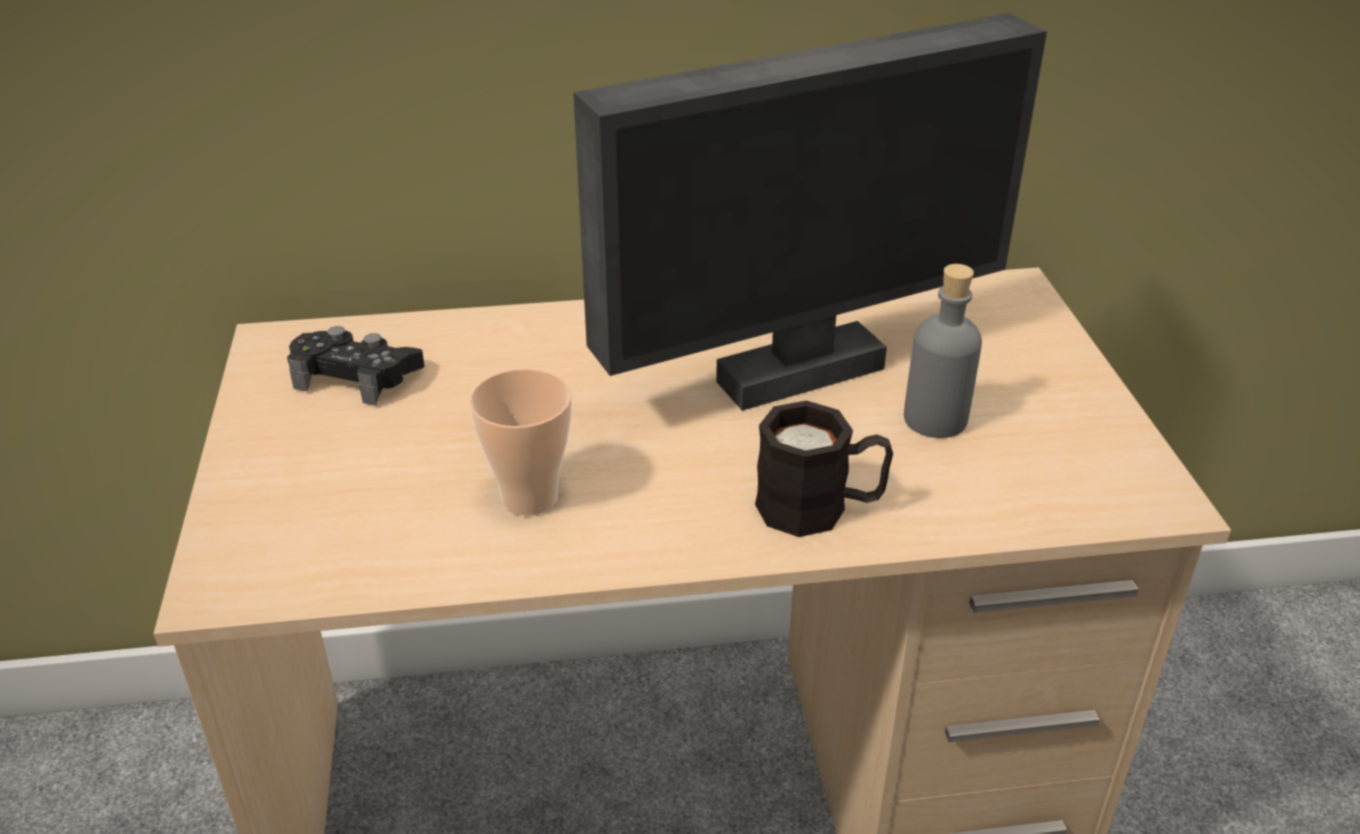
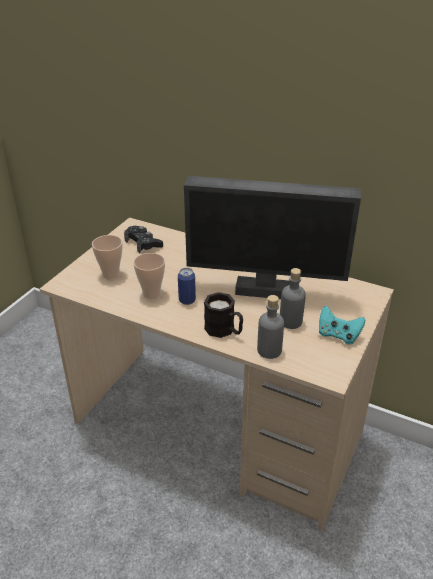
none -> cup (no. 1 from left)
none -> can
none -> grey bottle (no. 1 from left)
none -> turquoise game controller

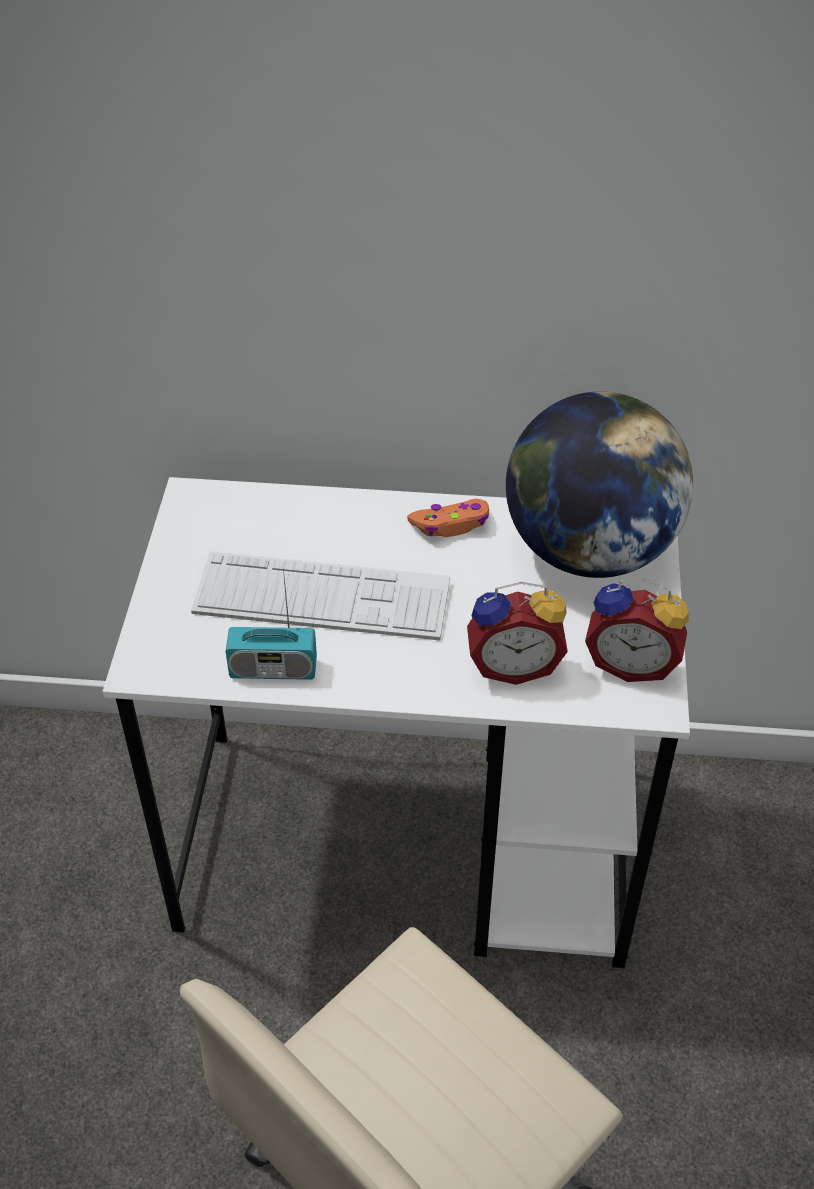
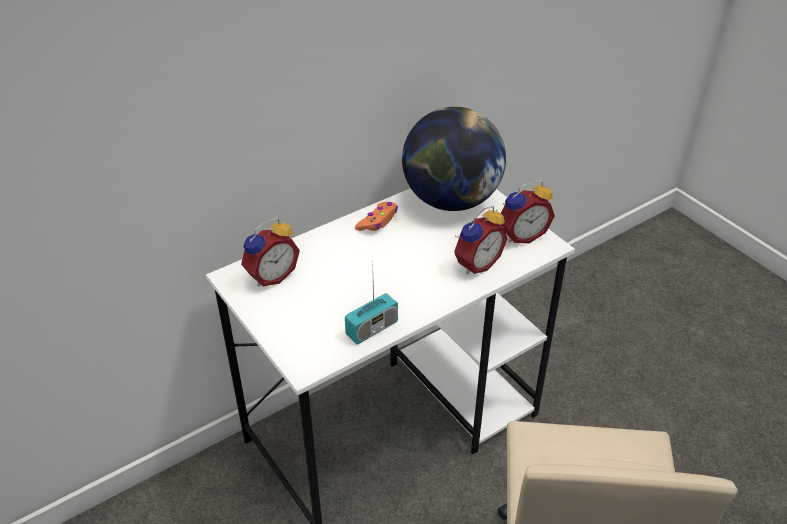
keyboard -> none
none -> alarm clock (no. 1 from left)

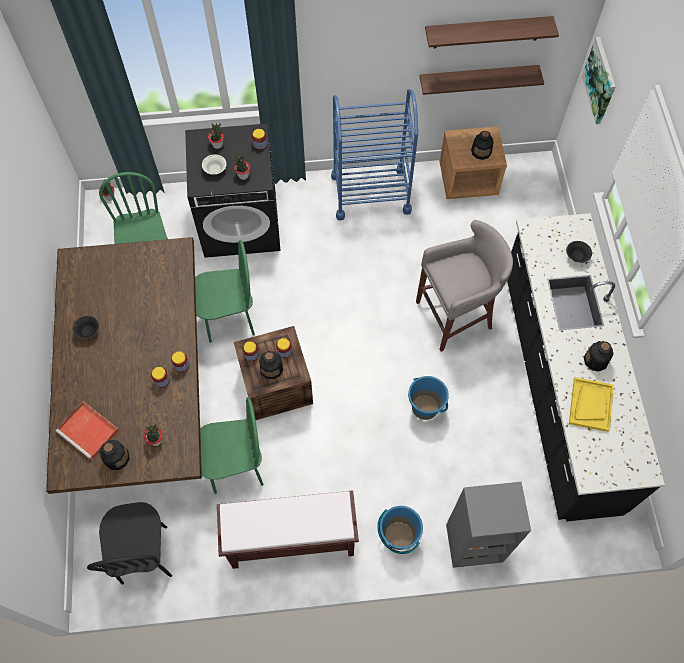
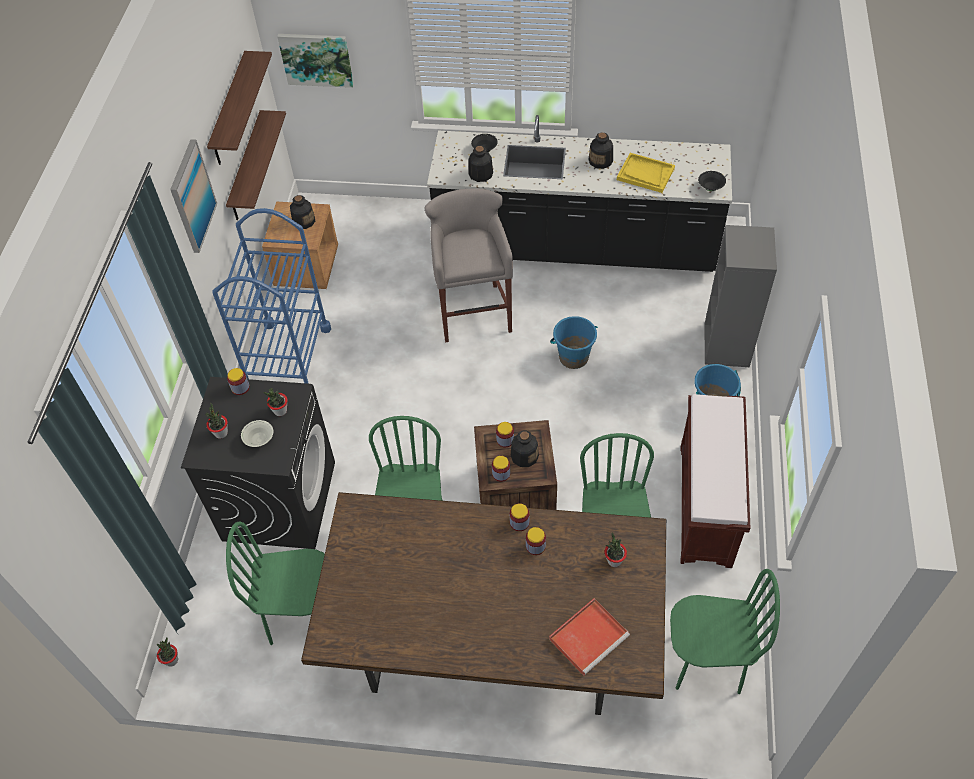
black bowl (no. 1 from left in the first image) -> black bowl (no. 2 from left), relocated
black chair -> green chair (no. 4 from left)
bottle (no. 1 from left in the first image) -> bottle (no. 2 from left), relocated
none -> picture (no. 1 from left)

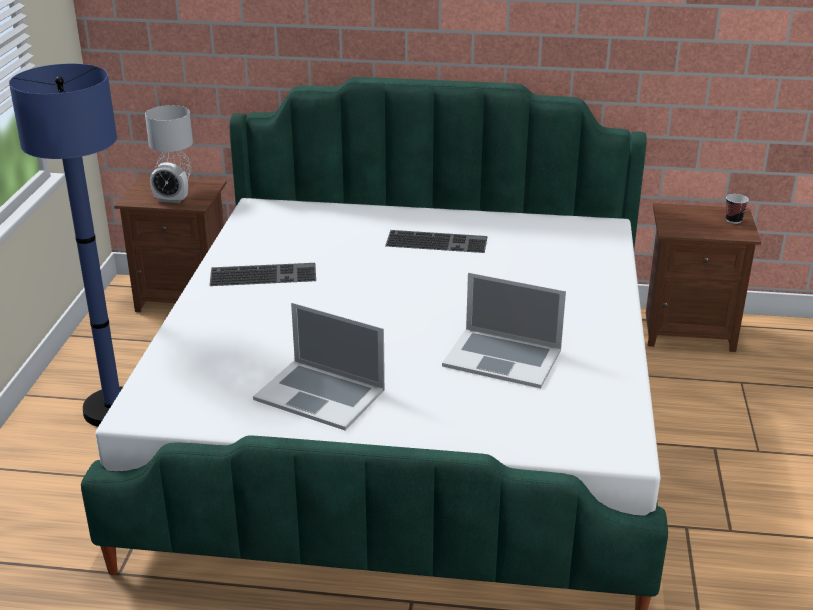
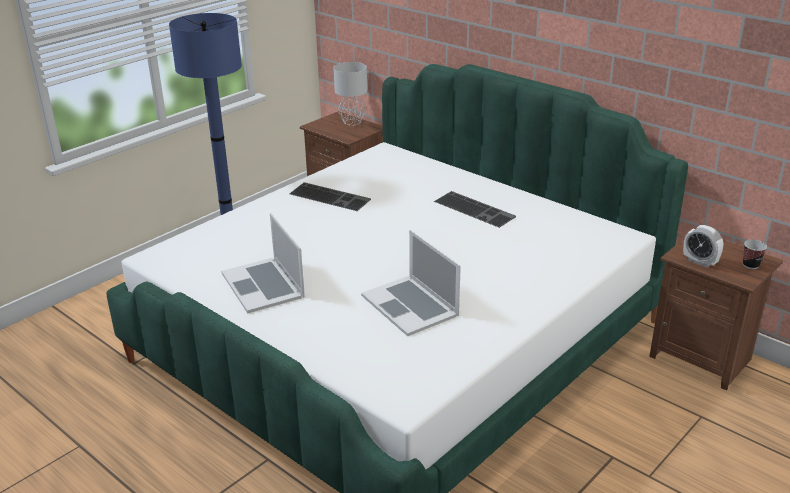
alarm clock, relocated

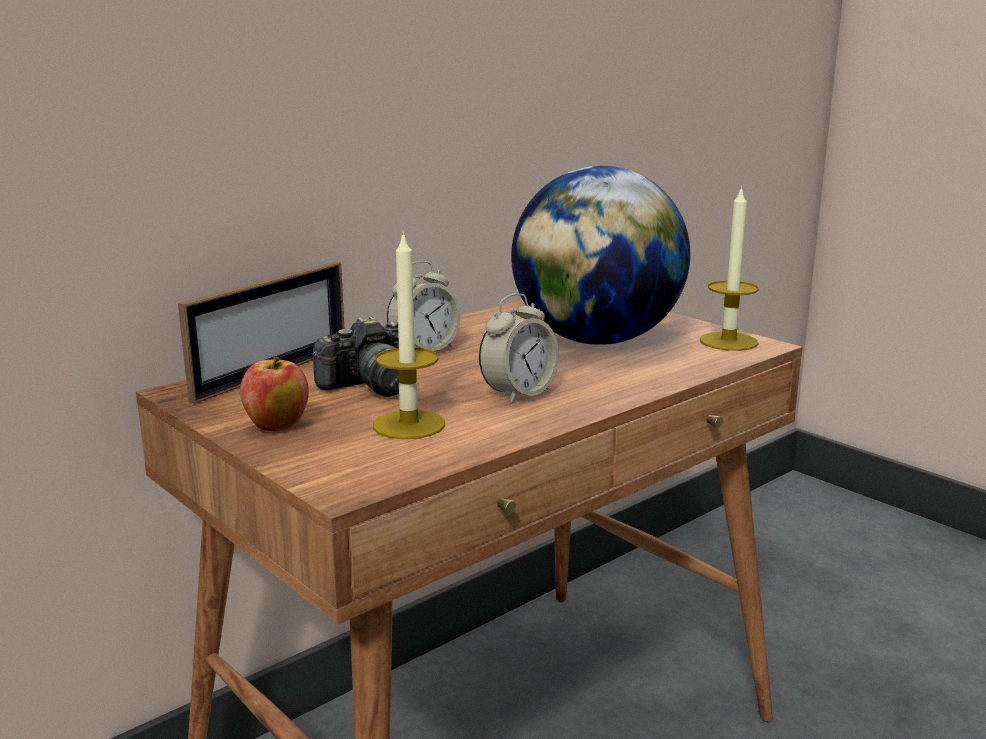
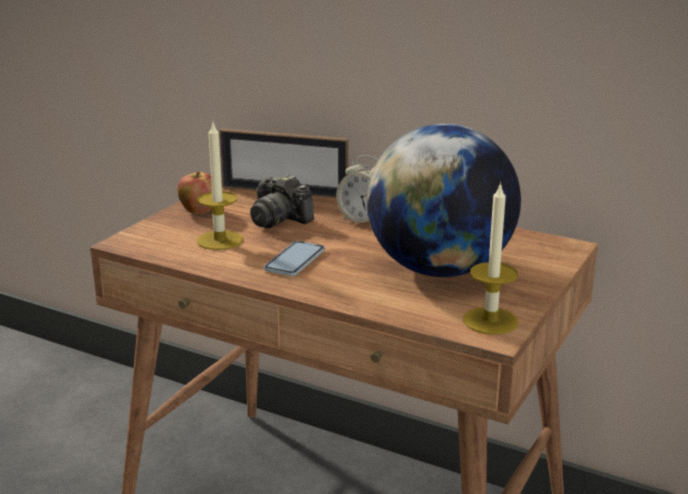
alarm clock (no. 2 from left) -> phone

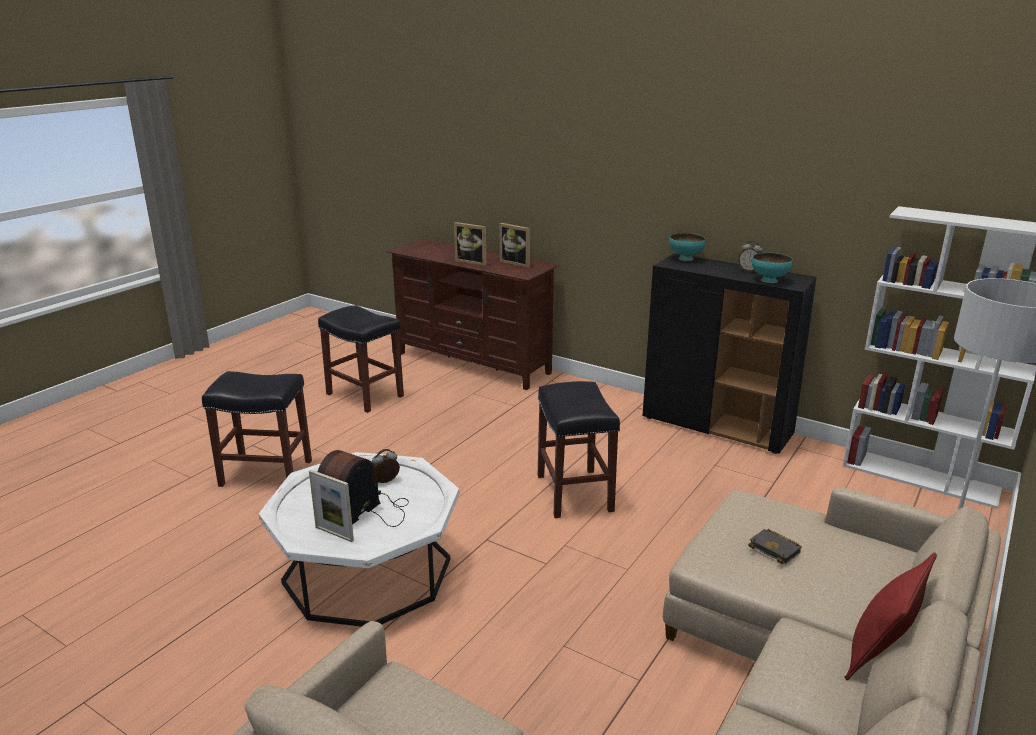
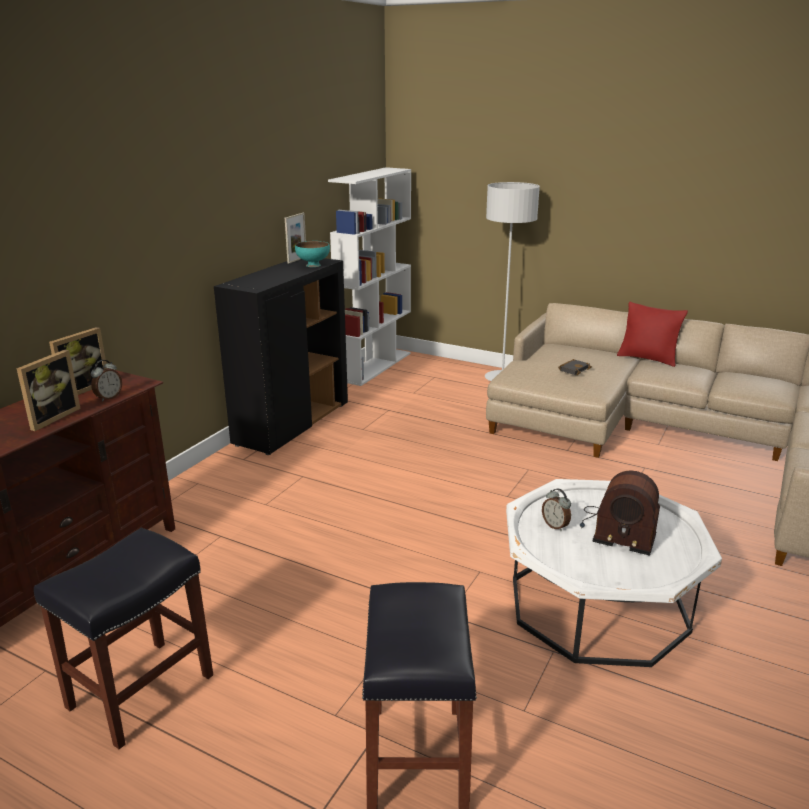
picture frame (no. 1 from left in the first image) -> picture frame (no. 3 from left), relocated
black stool (no. 3 from left) -> none
turquoise bowl (no. 1 from left) -> none
alarm clock (no. 2 from left in the first image) -> alarm clock (no. 1 from left), relocated

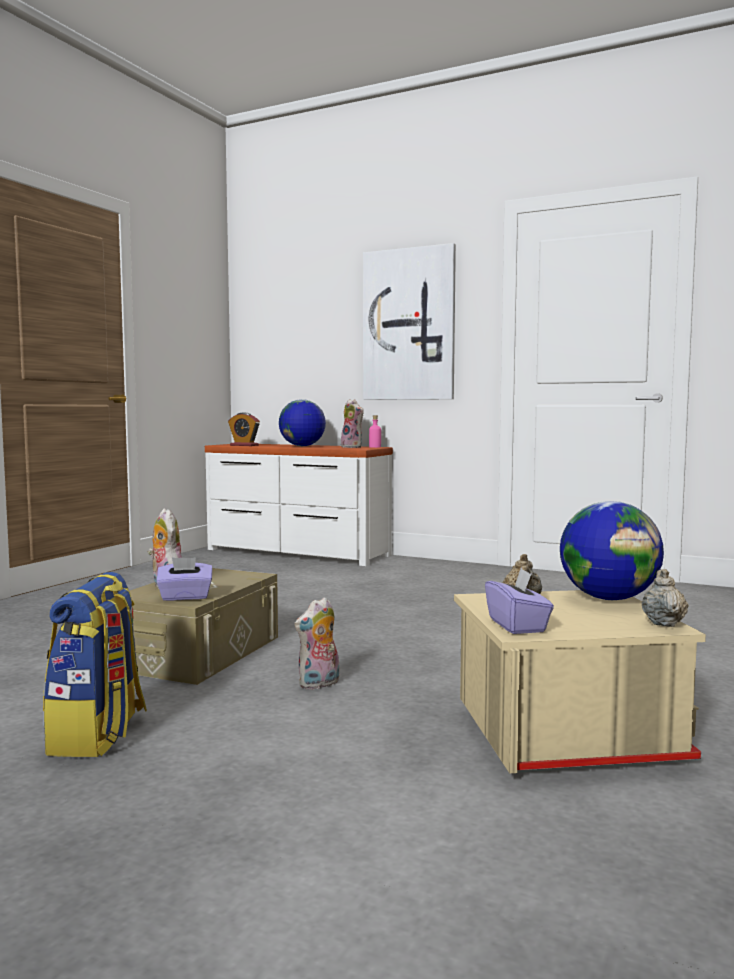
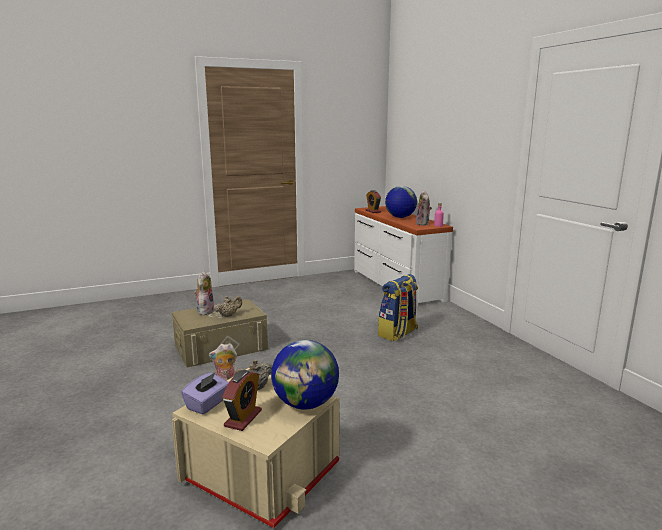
backpack, relocated
purple tissue box (no. 1 from left) -> none
picture -> none
beige teapot (no. 2 from left in the first image) -> beige teapot (no. 1 from left), relocated
none -> alarm clock (no. 1 from left)

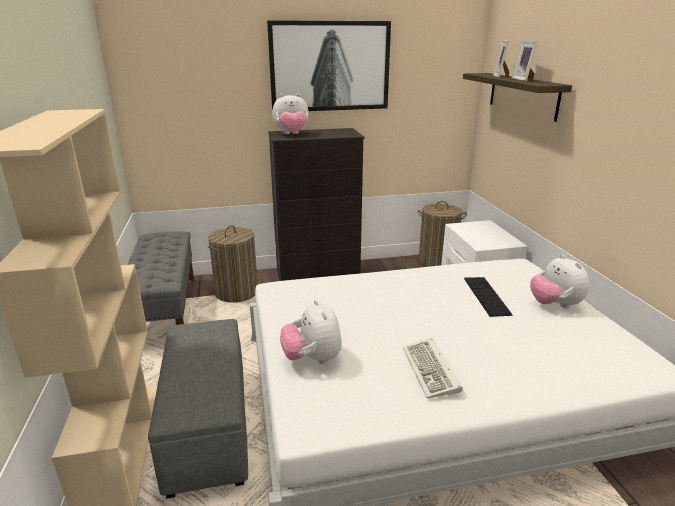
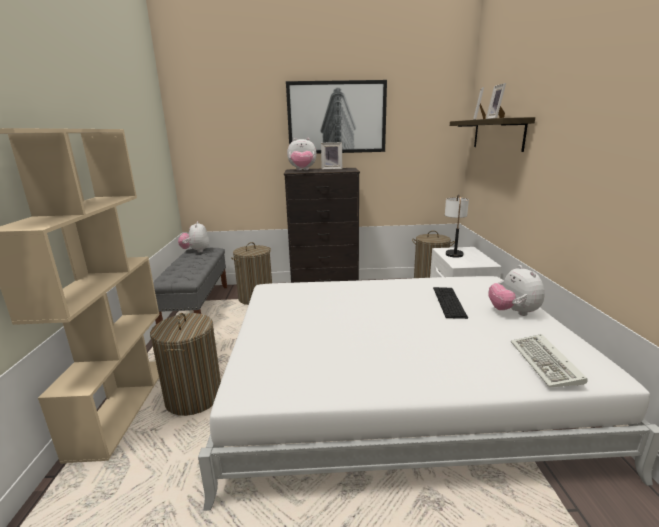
grey ottoman -> laundry basket (no. 1 from left)
plush toy (no. 2 from left in the first image) -> plush toy (no. 1 from left), relocated
keyboard (no. 1 from left in the first image) -> keyboard (no. 2 from left), relocated
none -> picture frame (no. 1 from left)
none -> table lamp

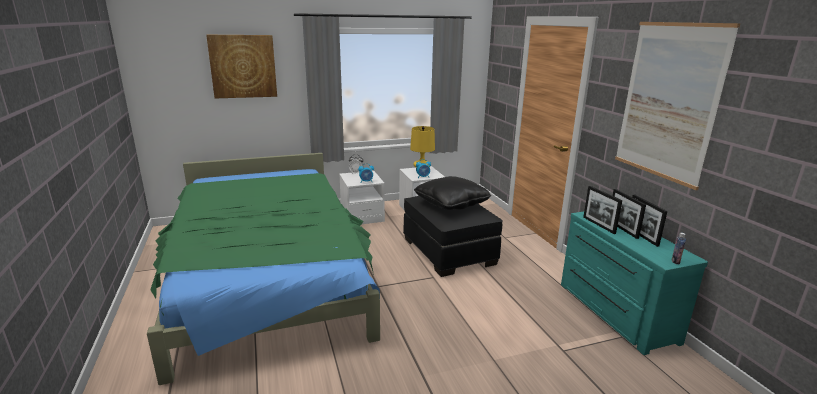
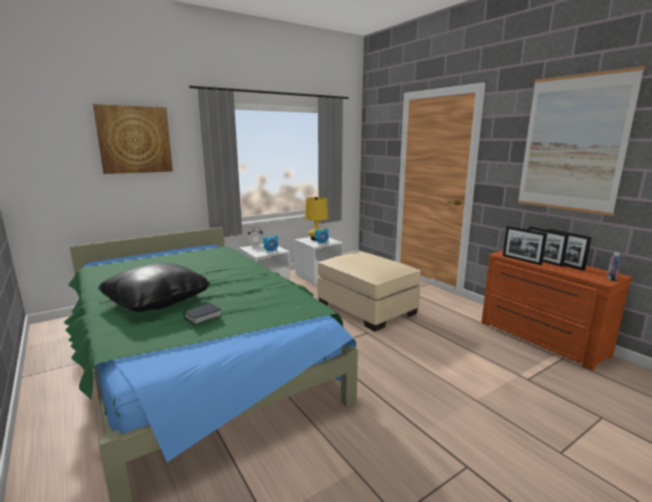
black ottoman -> beige ottoman
black pillow, relocated
turquoise dresser -> brown dresser
none -> book

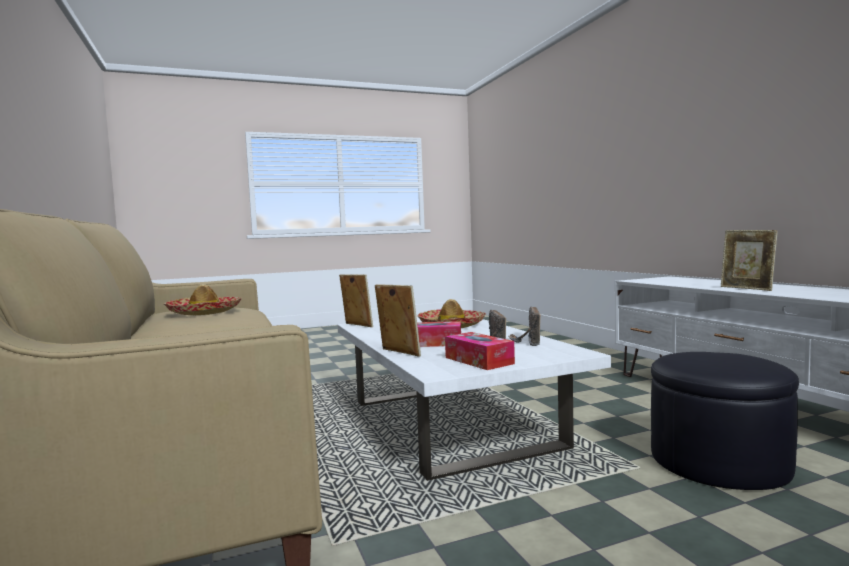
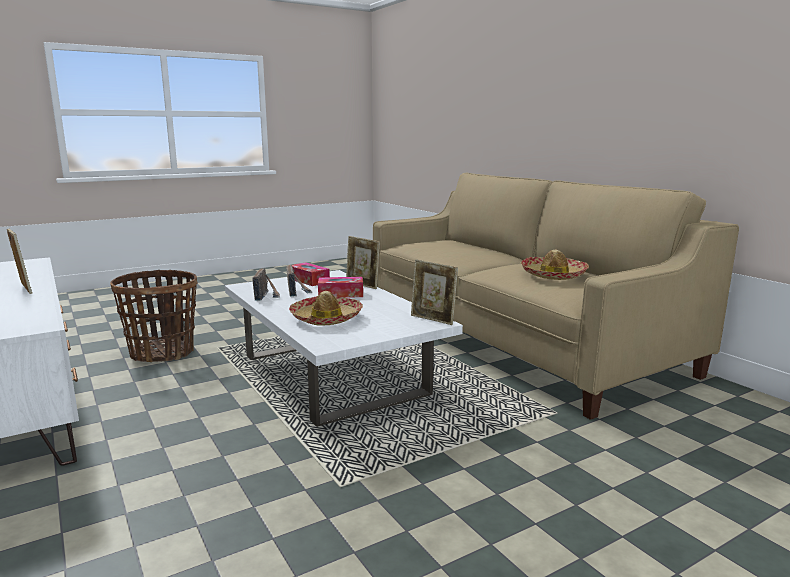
black ottoman -> basket

